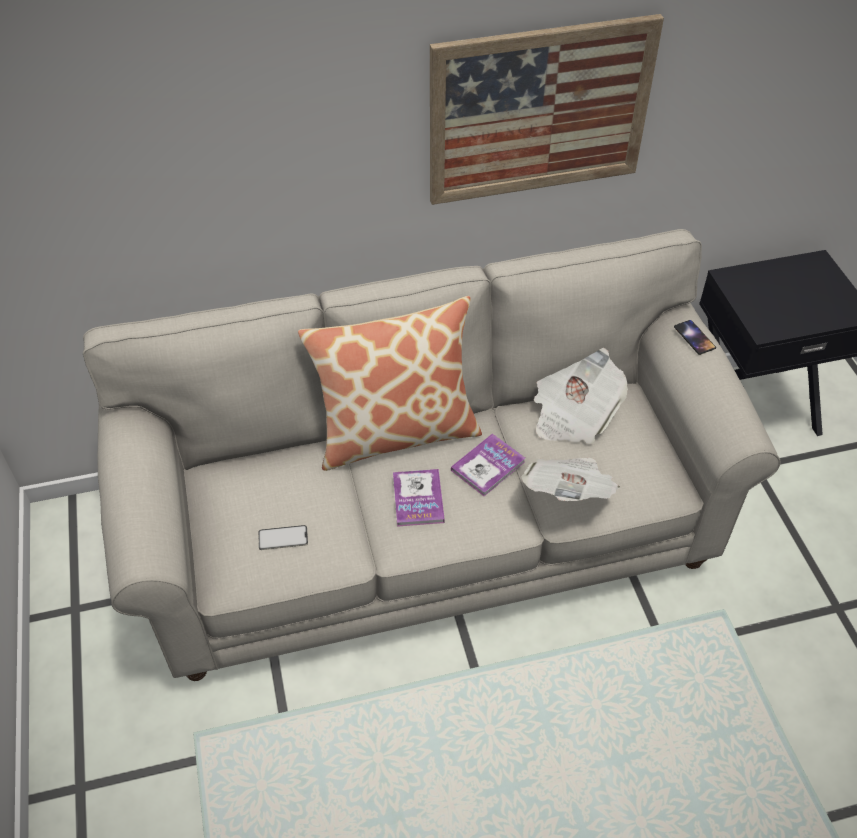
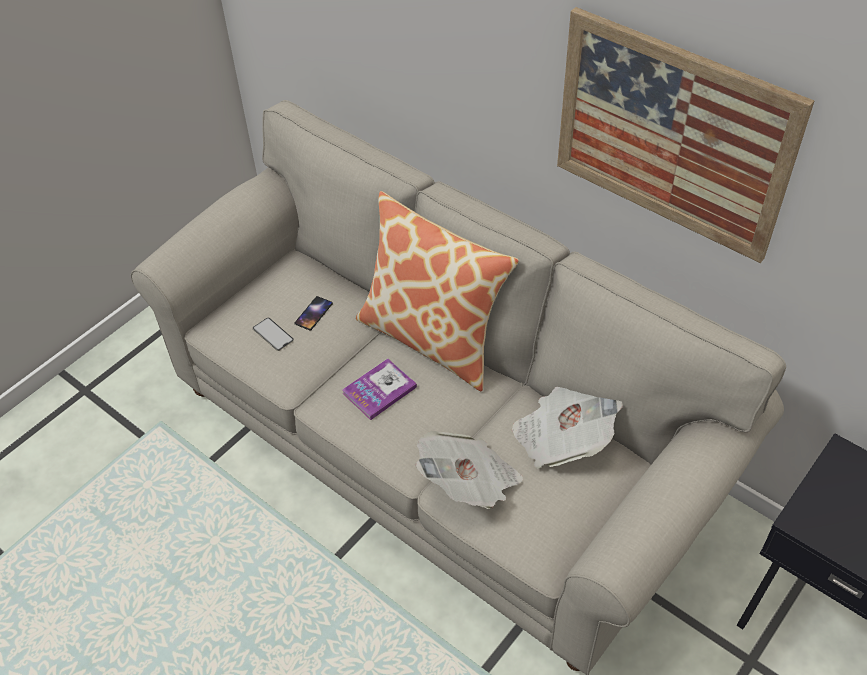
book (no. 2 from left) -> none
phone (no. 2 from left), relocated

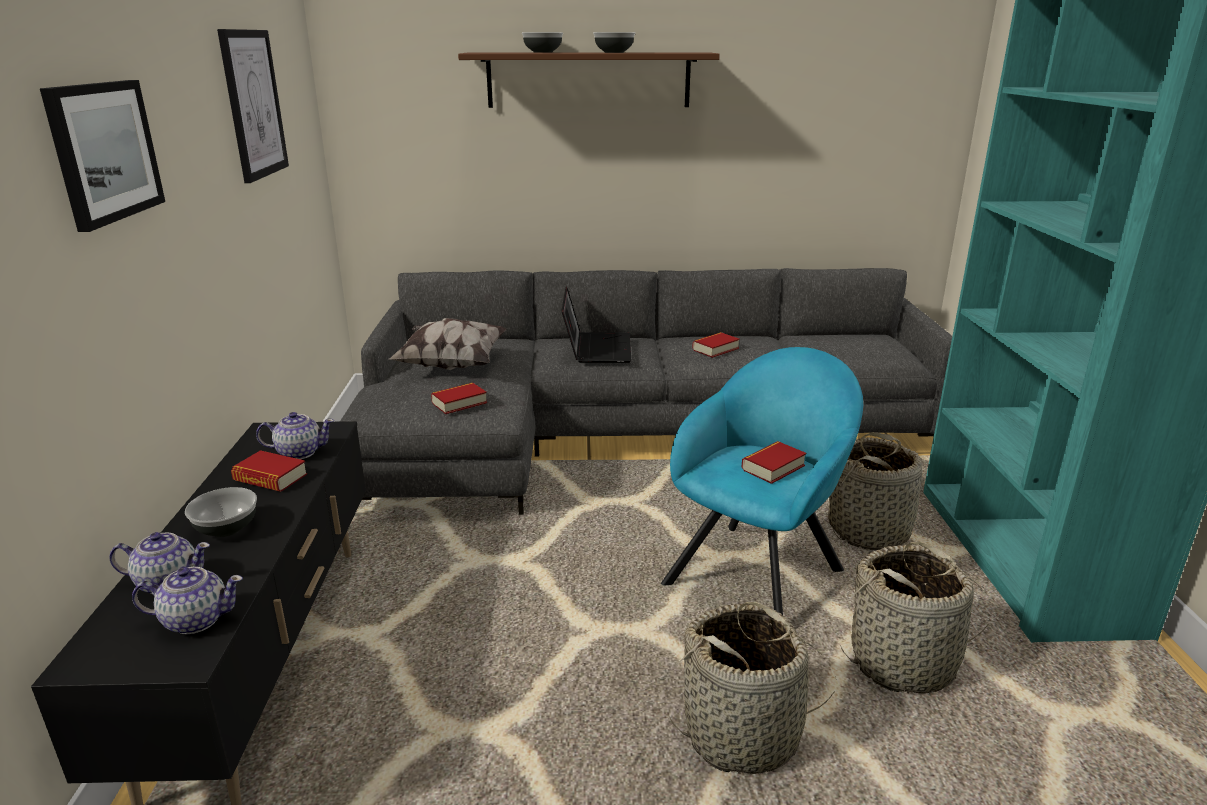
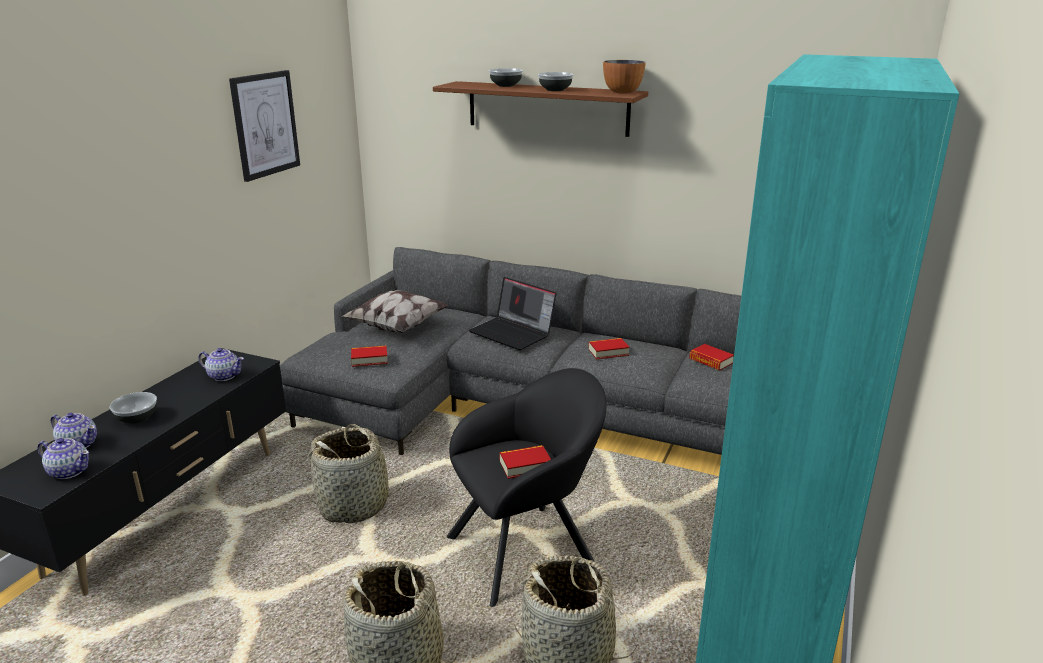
picture (no. 1 from left) -> none
book (no. 1 from left in the first image) -> book (no. 4 from left), relocated
laptop, 105 degrees clockwise
turquoise armchair -> black armchair
basket (no. 2 from left in the first image) -> basket (no. 1 from left), relocated
none -> bowl (no. 4 from left)

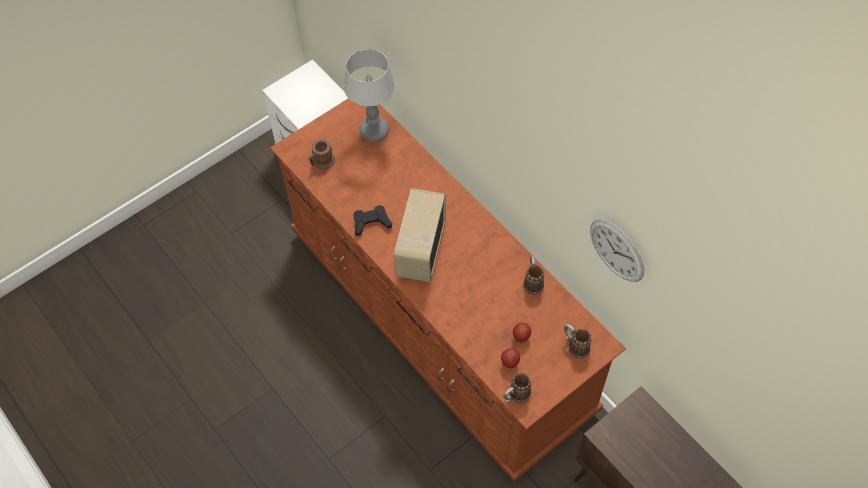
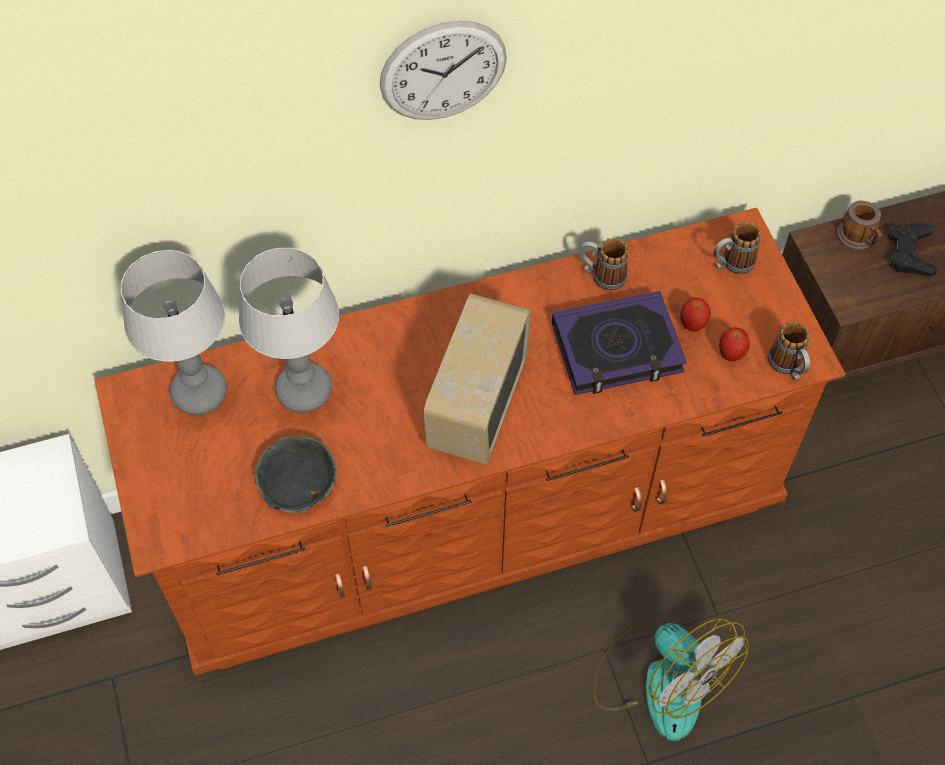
mug (no. 1 from left in the first image) -> mug (no. 4 from left), relocated
black game controller, relocated
radio, 75 degrees clockwise
wall clock, relocated
none -> table lamp (no. 2 from left)
none -> grey bowl
none -> book
none -> fan

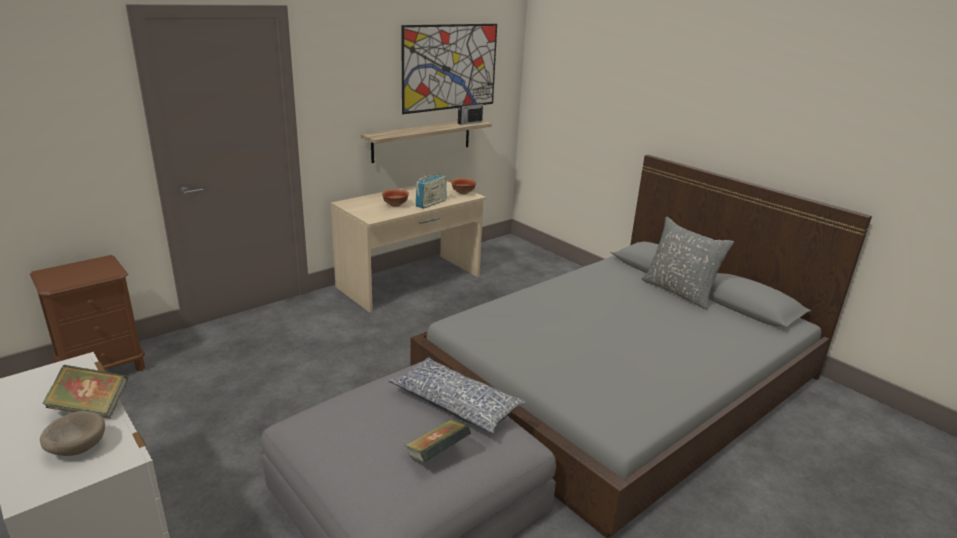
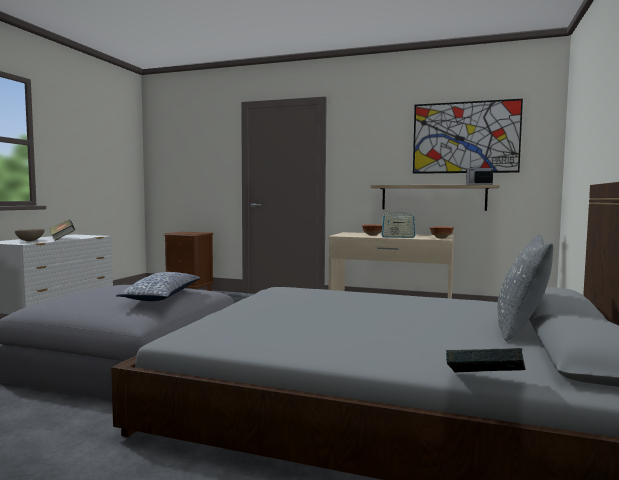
book (no. 2 from left), relocated

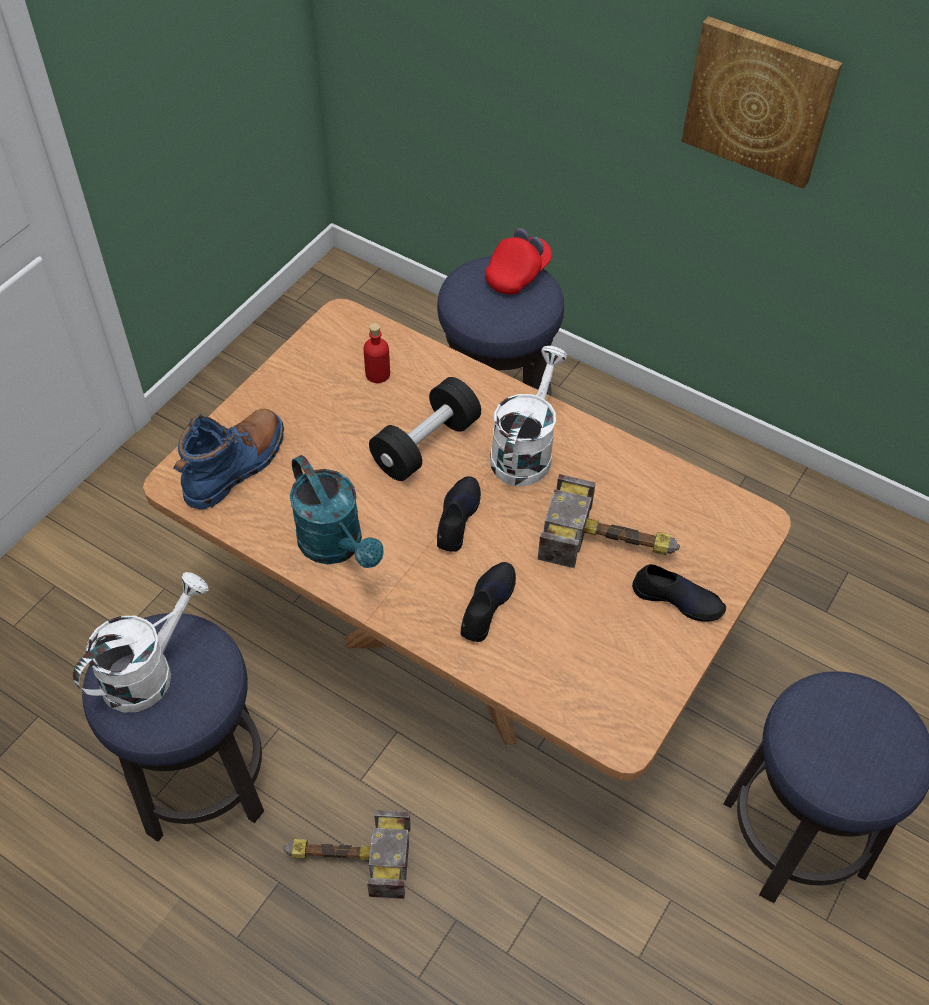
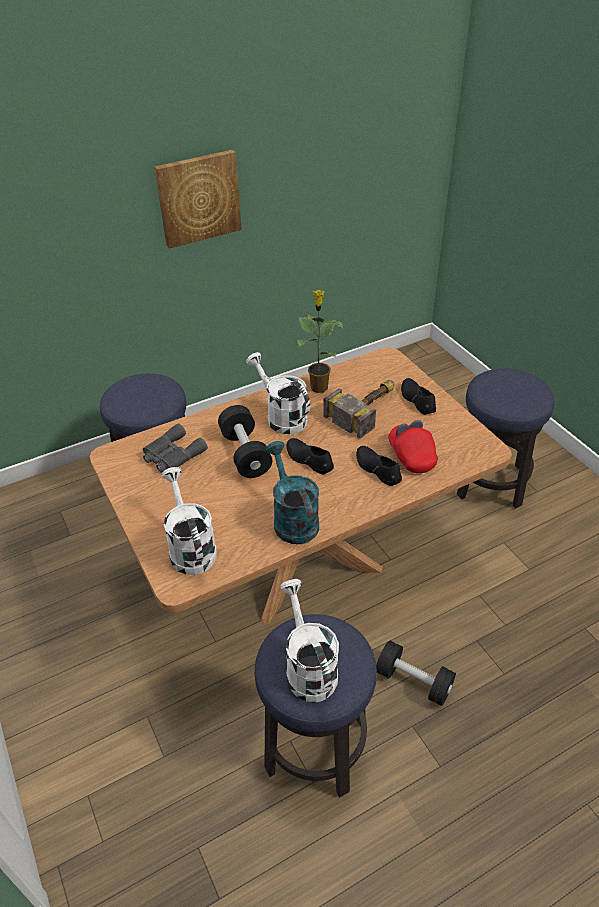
blue boot -> white watering can (no. 1 from left)
hammer (no. 1 from left) -> black dumbbell (no. 2 from left)
turquoise watering can, 105 degrees counterclockwise
red bottle -> grey binoculars
red cap, relocated
black shoe (no. 3 from left), 75 degrees counterclockwise
none -> potted plant

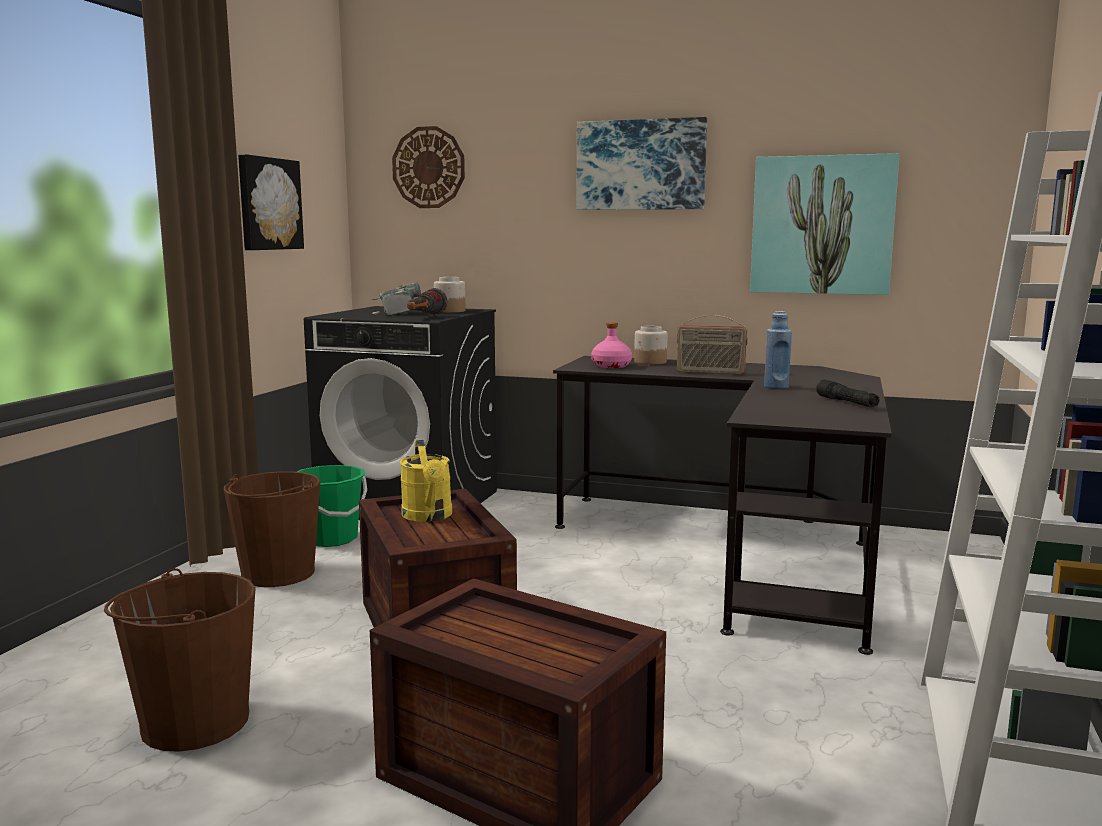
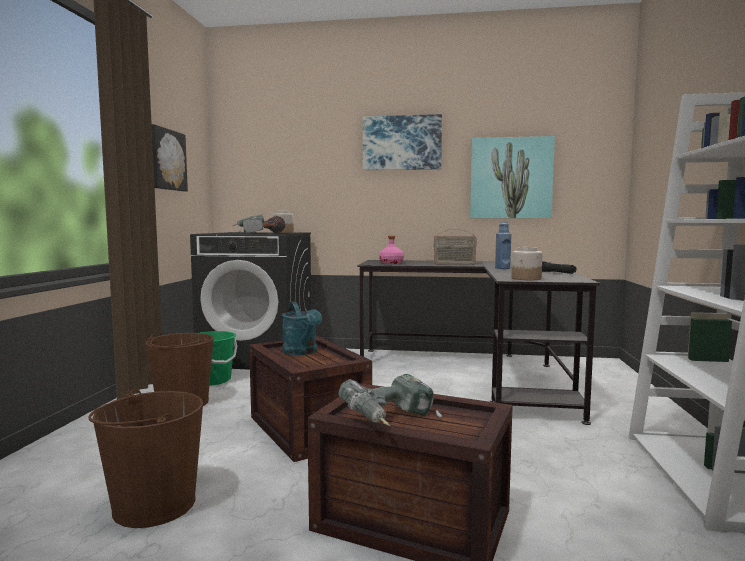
wall clock -> none
yellow watering can -> turquoise watering can
jar (no. 2 from left), relocated
none -> power drill (no. 2 from left)

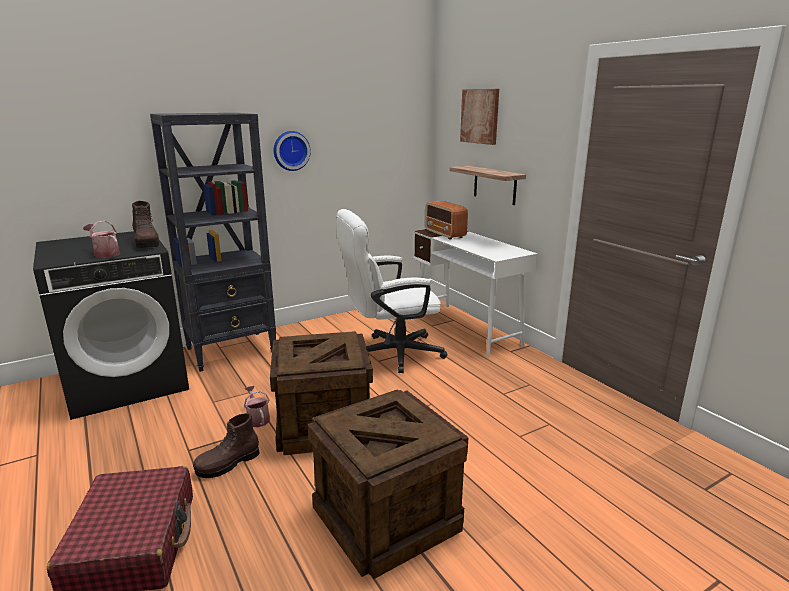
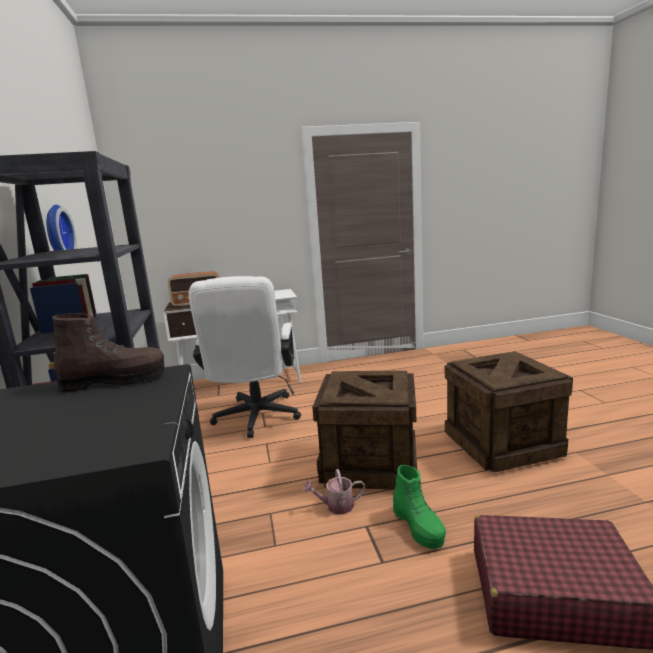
watering can (no. 1 from left) -> none
brown boot (no. 2 from left) -> green boot
shelf -> none
picture -> none

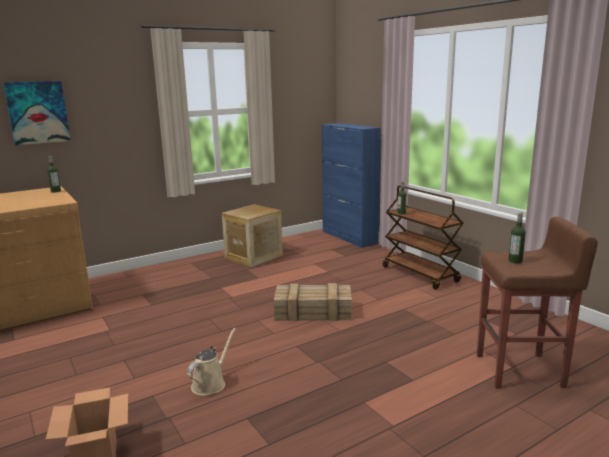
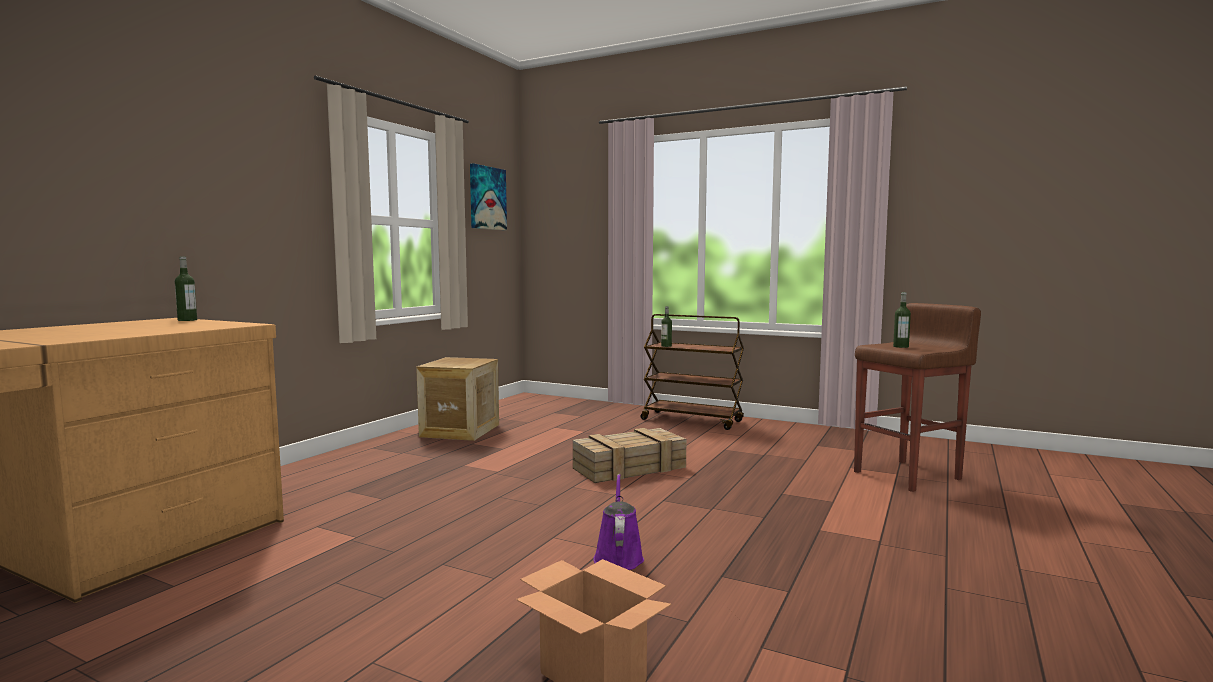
picture, relocated
beige watering can -> purple watering can
blue cabinet -> none

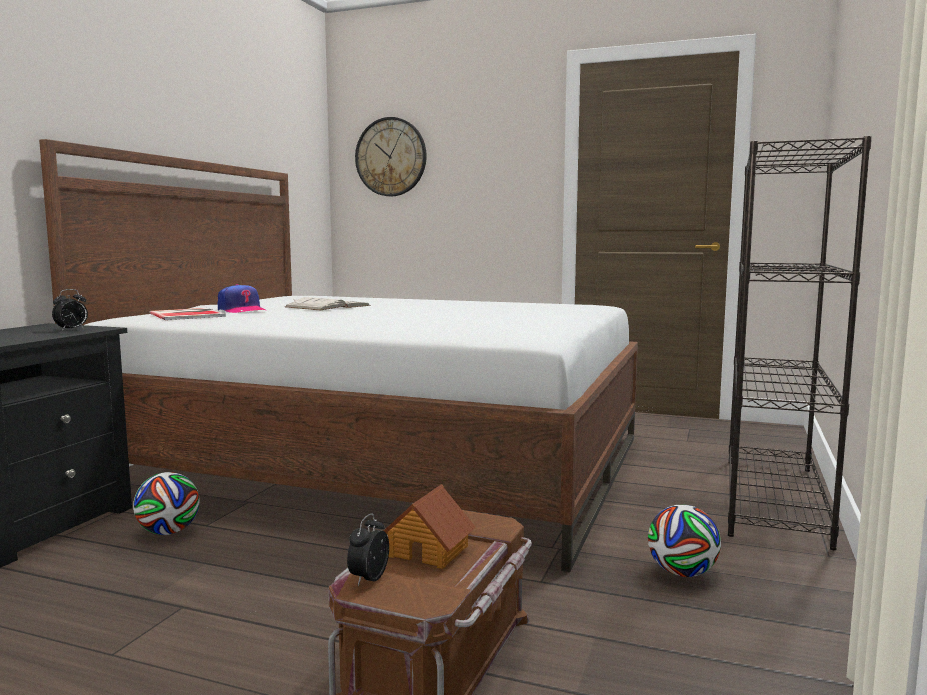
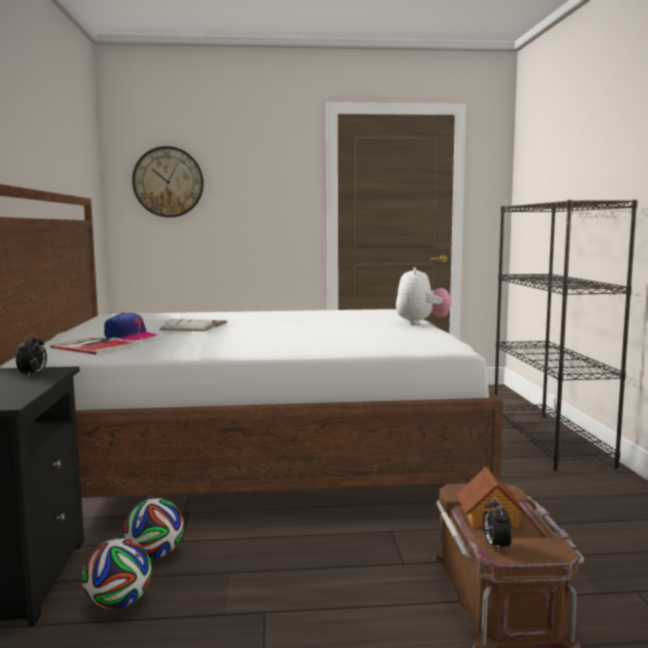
football (no. 2 from left in the first image) -> football (no. 1 from left), relocated
none -> plush toy

